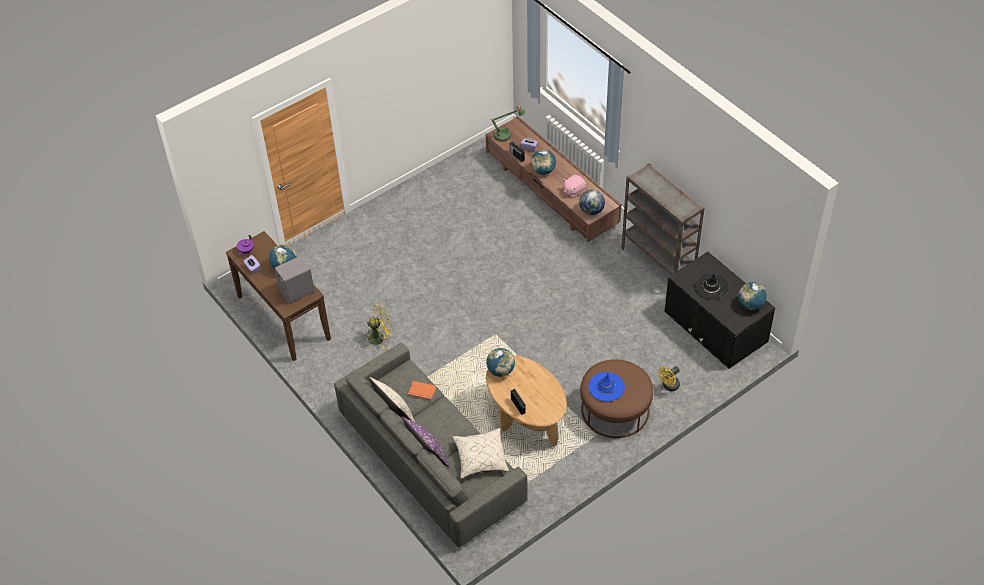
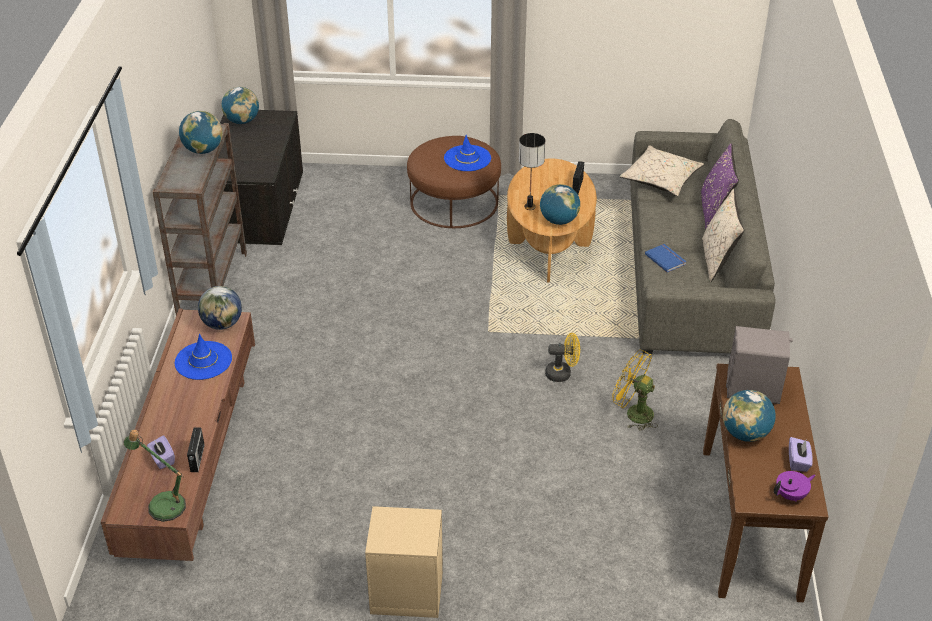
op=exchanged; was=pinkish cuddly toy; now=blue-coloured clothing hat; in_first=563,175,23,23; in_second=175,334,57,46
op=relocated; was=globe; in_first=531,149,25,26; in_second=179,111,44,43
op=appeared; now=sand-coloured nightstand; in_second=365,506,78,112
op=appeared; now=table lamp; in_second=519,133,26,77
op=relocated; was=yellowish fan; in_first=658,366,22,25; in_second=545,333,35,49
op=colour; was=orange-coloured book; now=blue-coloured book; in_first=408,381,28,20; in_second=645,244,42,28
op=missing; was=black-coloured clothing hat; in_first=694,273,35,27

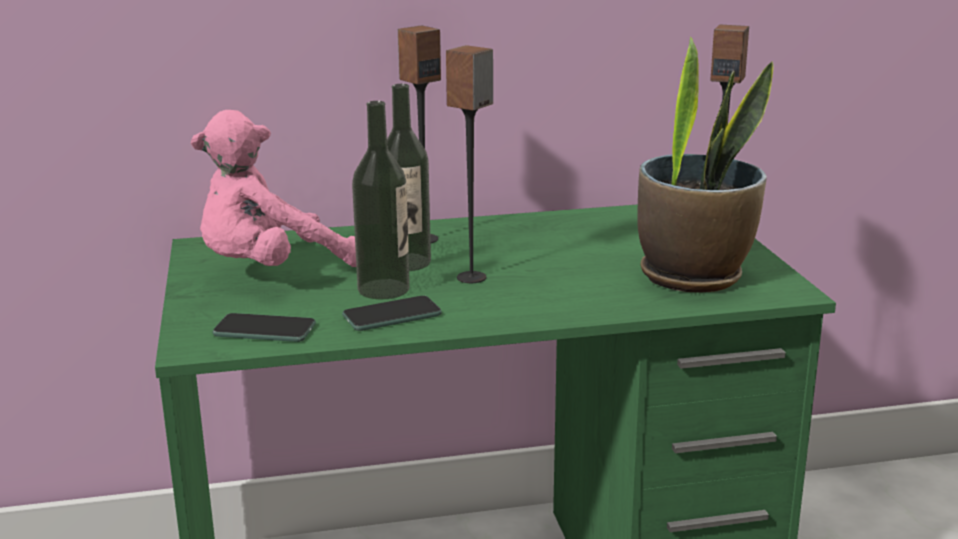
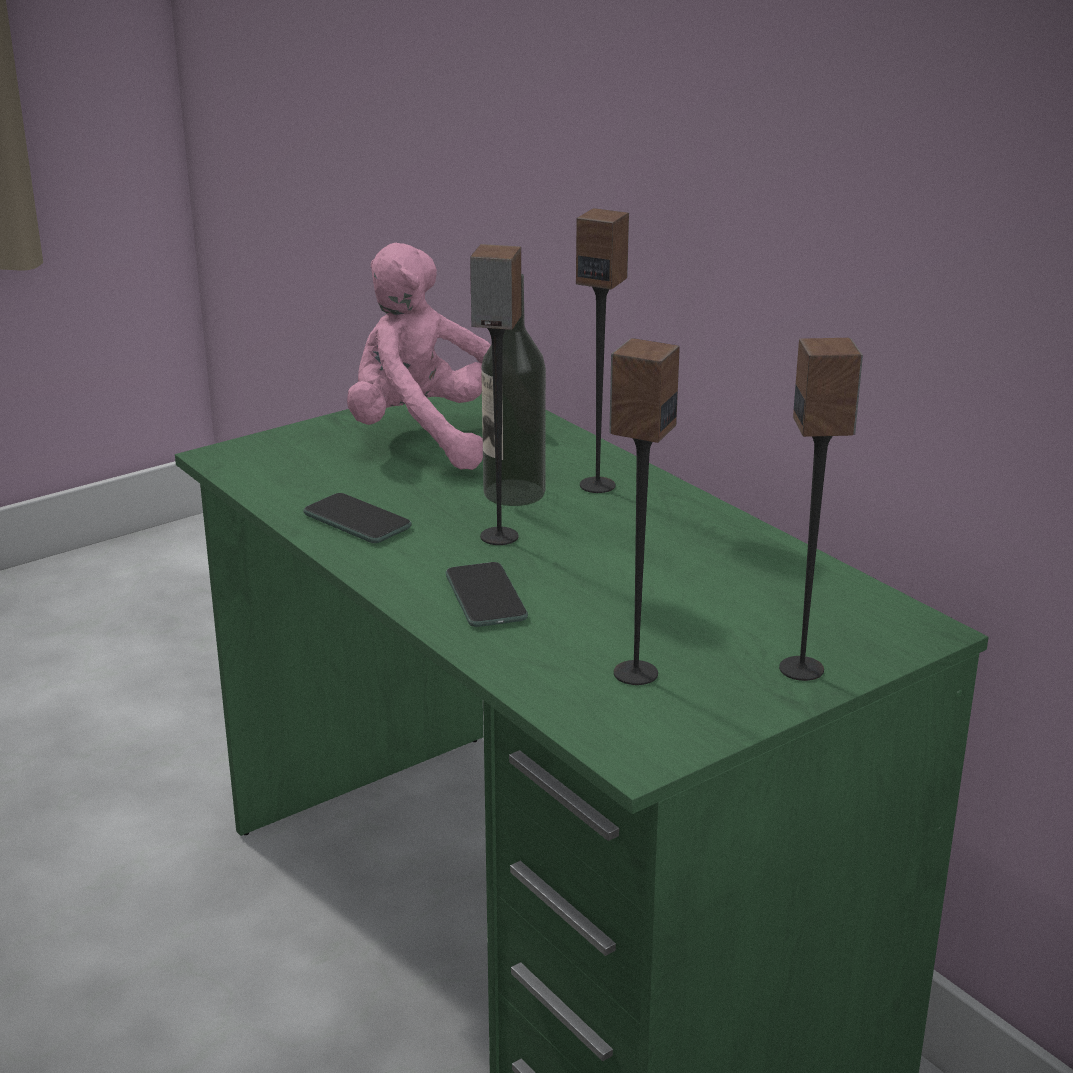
op=relocated; was=phone; in_first=212,313,104,29; in_second=446,562,82,65
op=exchanged; was=plant in a pot; now=loudspeaker; in_first=638,36,136,257; in_second=609,338,71,347
op=missing; was=beverage bottle; in_first=352,101,58,198

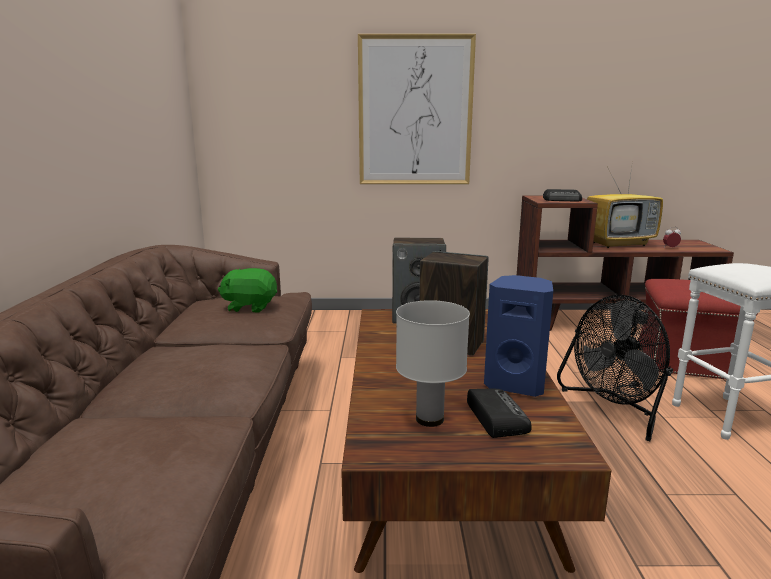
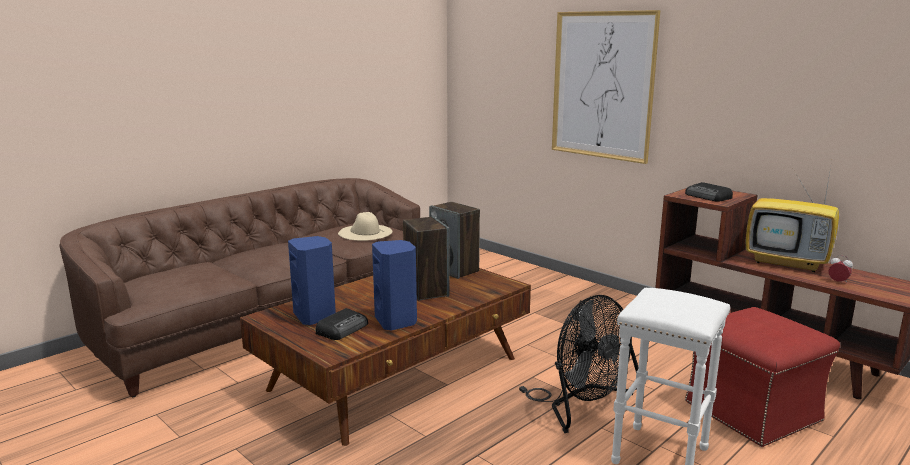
op=exchanged; was=white-coloured table lamp; now=blue-coloured loudspeaker; in_first=396,300,74,127; in_second=288,236,48,89
op=exchanged; was=greenish cuddly toy; now=sand-coloured clothing hat; in_first=218,268,59,45; in_second=338,212,54,29
op=spun; was=black-coloured fan; in_first=557,295,116,146; in_second=519,295,119,138; clockwise=-150

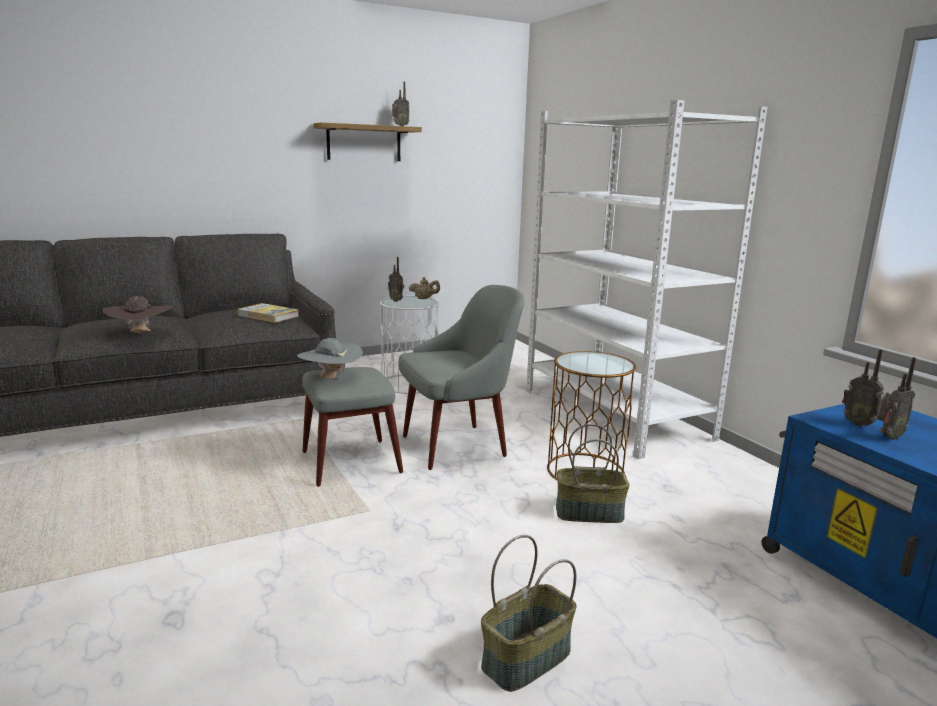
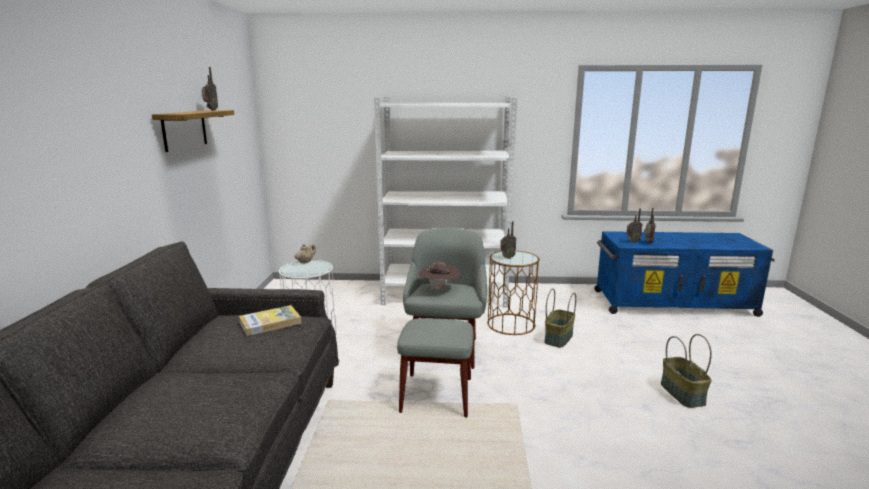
op=relocated; was=brownish clothing hat; in_first=103,296,70,37; in_second=418,262,42,28
op=relocated; was=radio set; in_first=388,257,16,45; in_second=500,221,16,38
op=missing; was=gray clothing hat; in_first=297,338,66,41

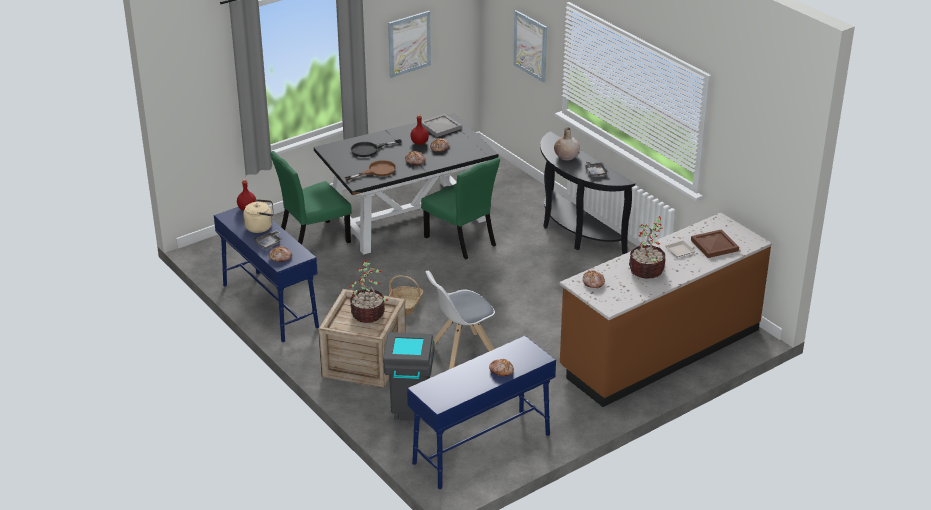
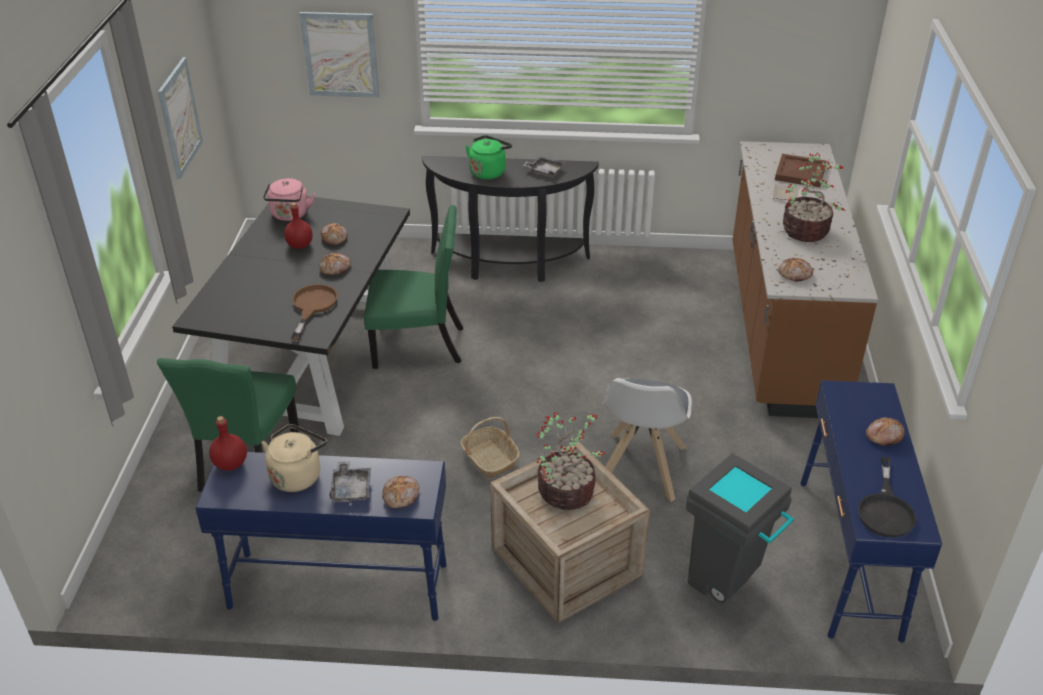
op=exchanged; was=gray tray; now=pinkish tea kettle; in_first=421,114,41,23; in_second=263,178,52,43
op=exchanged; was=sand-coloured decorative vase; now=greenish tea kettle; in_first=554,127,26,33; in_second=465,135,47,44
op=relocated; was=black-coloured frying pan; in_first=351,139,51,18; in_second=858,457,59,80

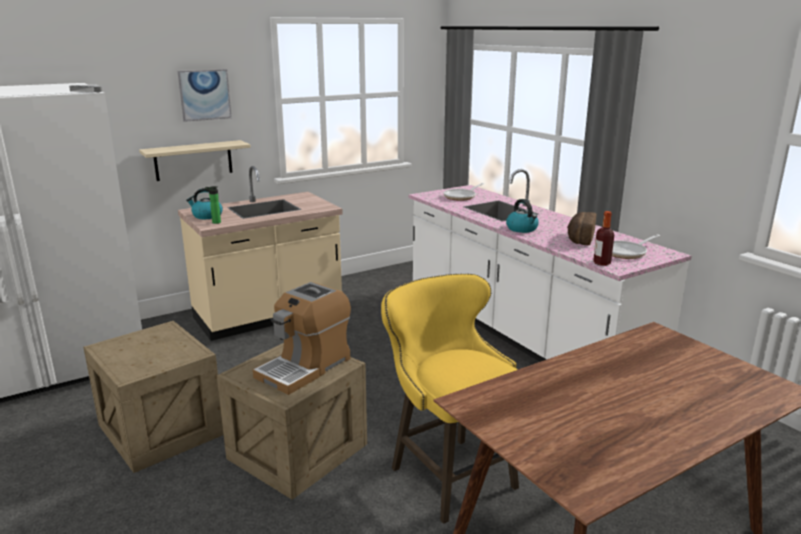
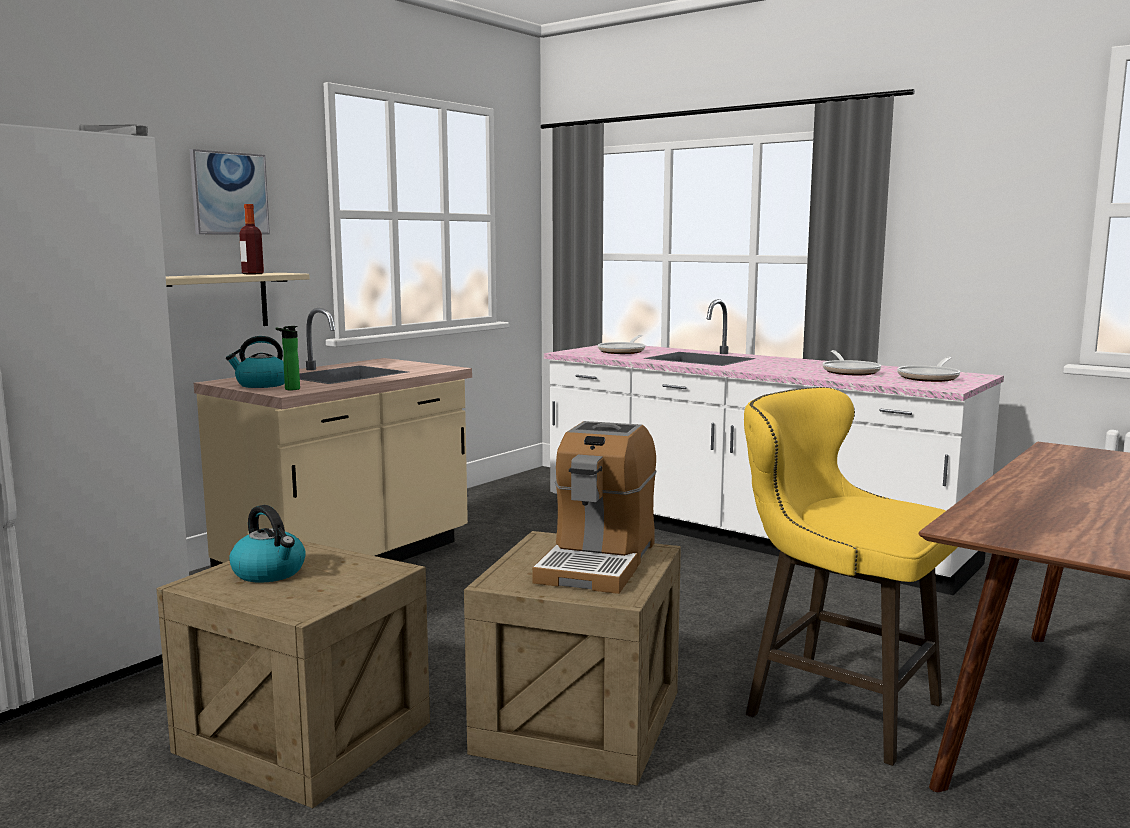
op=relocated; was=tea kettle; in_first=506,199,33,34; in_second=229,505,77,78
op=relocated; was=beverage bottle; in_first=593,211,21,55; in_second=239,204,25,70
op=exchanged; was=bread; now=frying pan; in_first=567,212,30,33; in_second=822,350,59,25

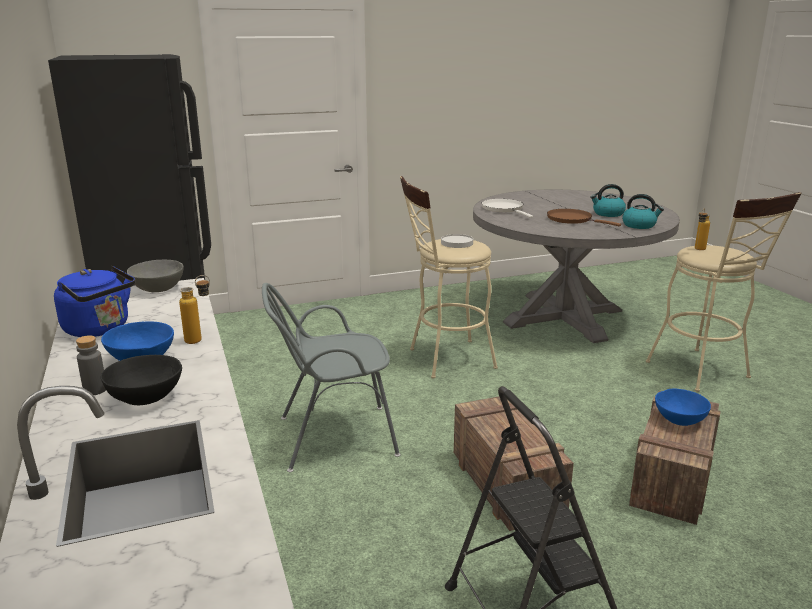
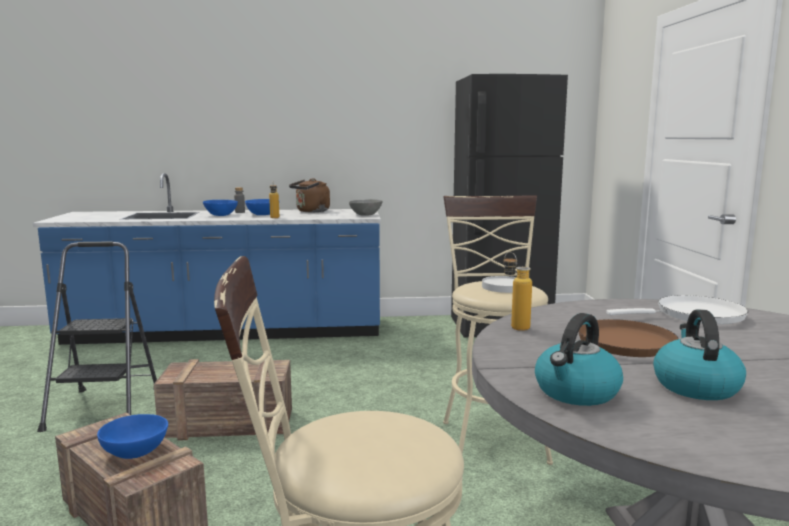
op=colour; was=black-coloured serving bowl; now=blue-coloured serving bowl; in_first=101,355,81,50; in_second=203,200,35,16
op=colour; was=blue-coloured tea kettle; now=brownish tea kettle; in_first=54,266,81,71; in_second=289,178,41,34
op=relocated; was=beverage bottle; in_first=695,209,15,41; in_second=503,252,29,79
op=missing; was=gray chair; in_first=262,283,138,189

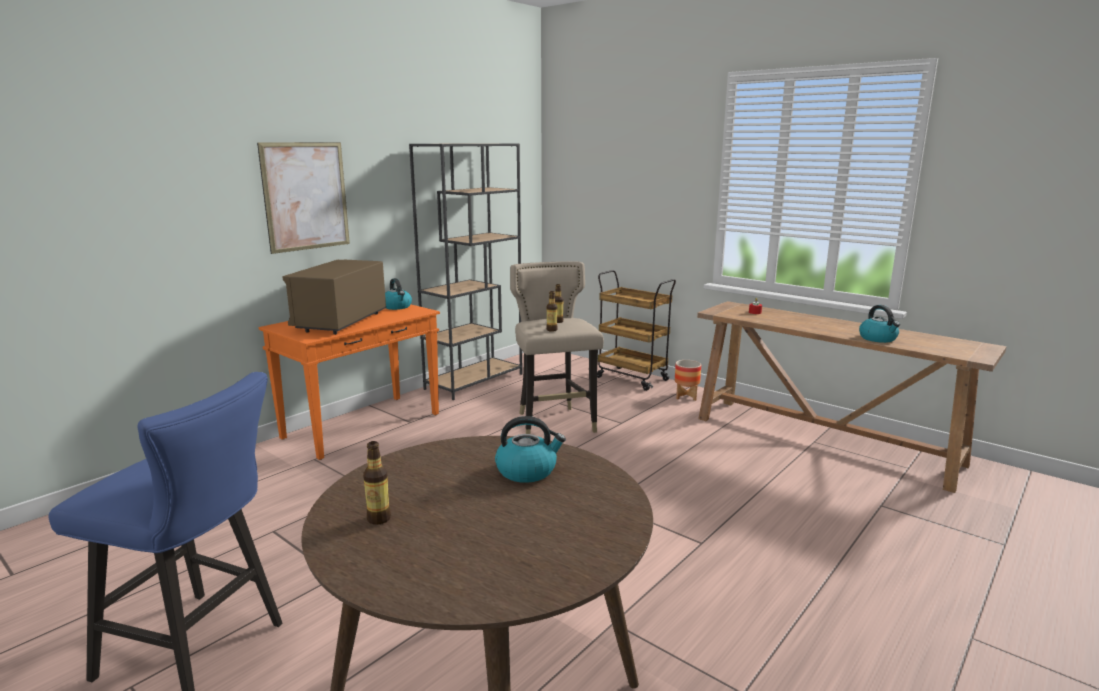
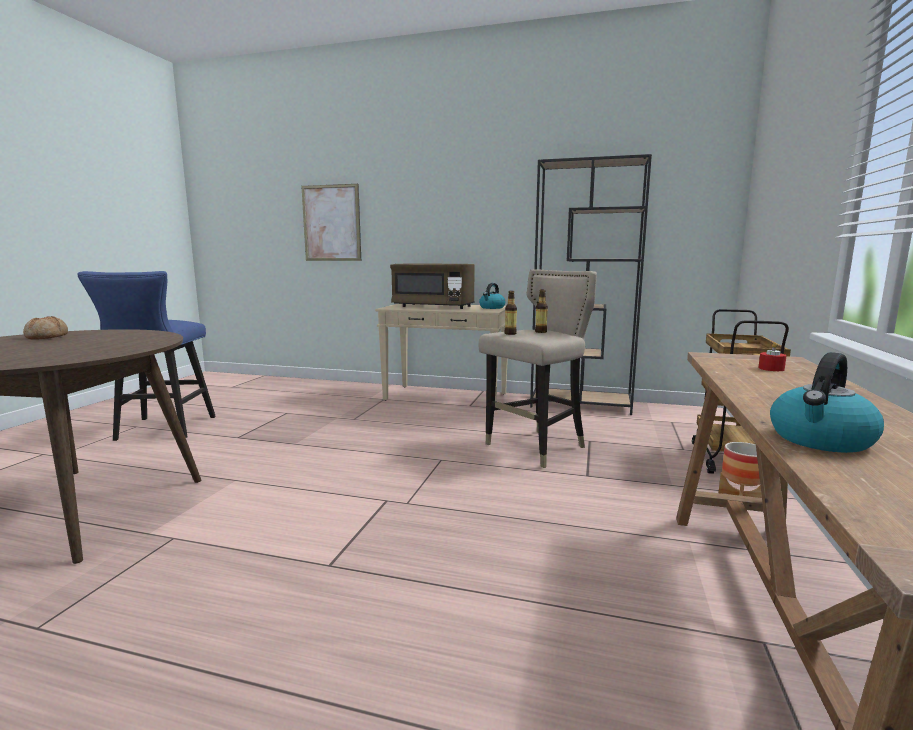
op=exchanged; was=beverage bottle; now=bread; in_first=363,441,28,84; in_second=23,316,45,23
op=relocated; was=picture; in_first=257,142,93,112; in_second=301,184,60,77
op=colour; was=orange-coloured hall table; now=sand-coloured hall table; in_first=259,304,181,156; in_second=375,304,133,97
op=spun; was=brownish microwave; in_first=282,260,104,75; in_second=390,263,85,46; clockwise=-150
op=missing; was=tea kettle; in_first=495,416,71,67

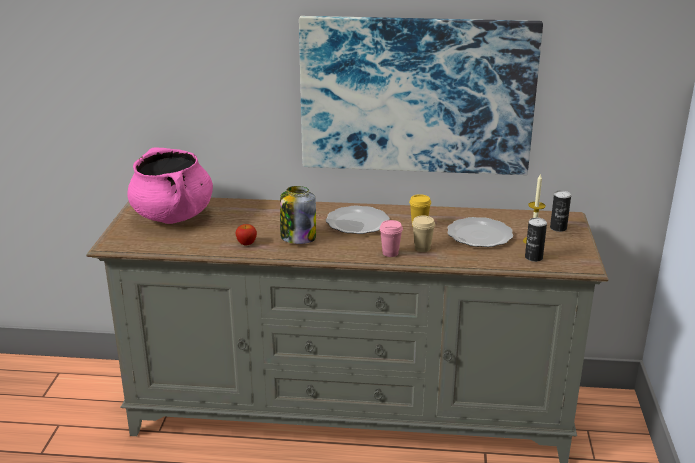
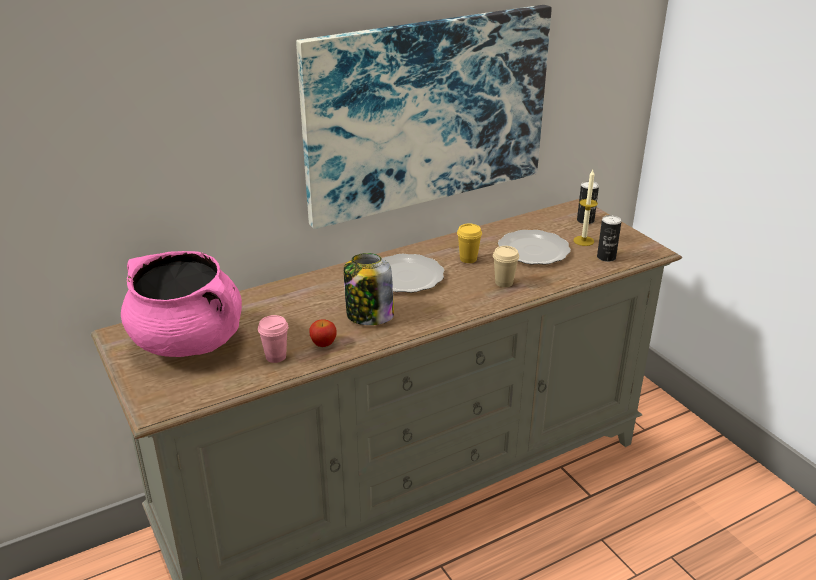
op=relocated; was=pinkish drinking cup; in_first=379,220,24,37; in_second=258,315,30,48

